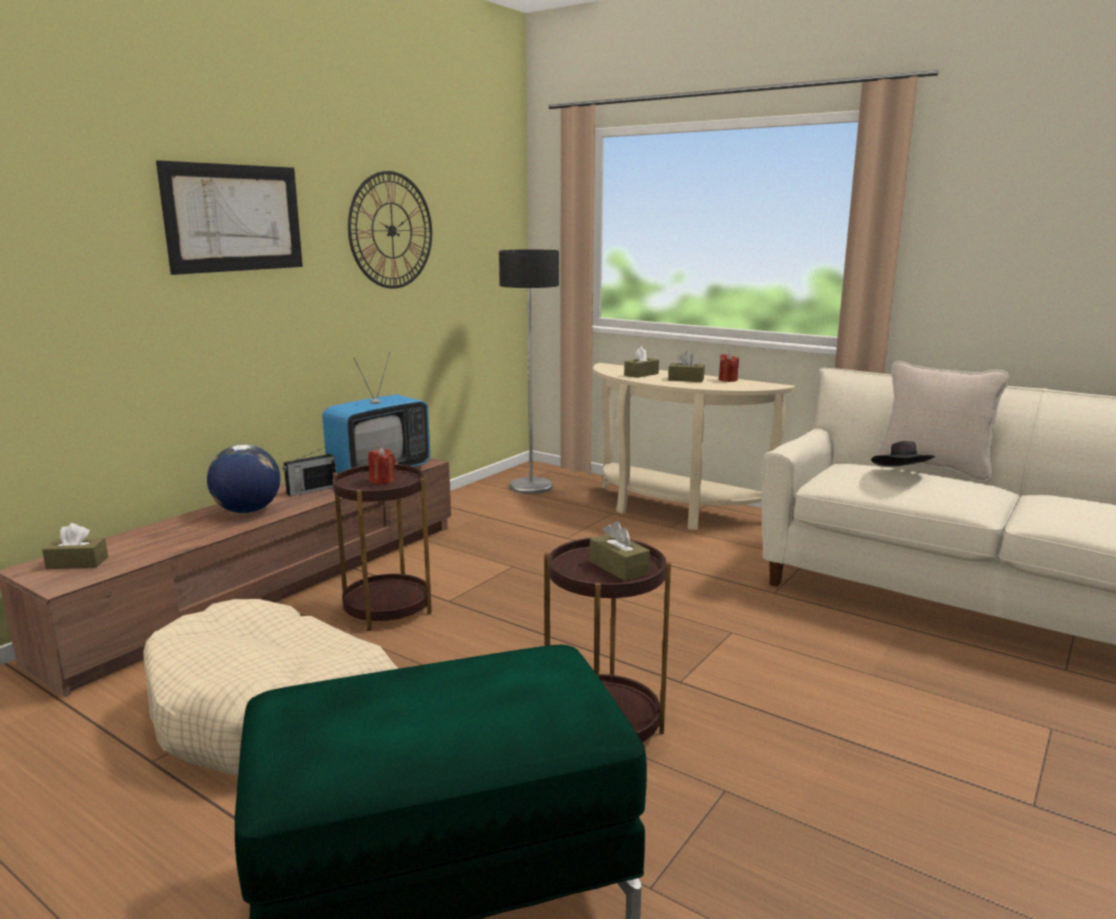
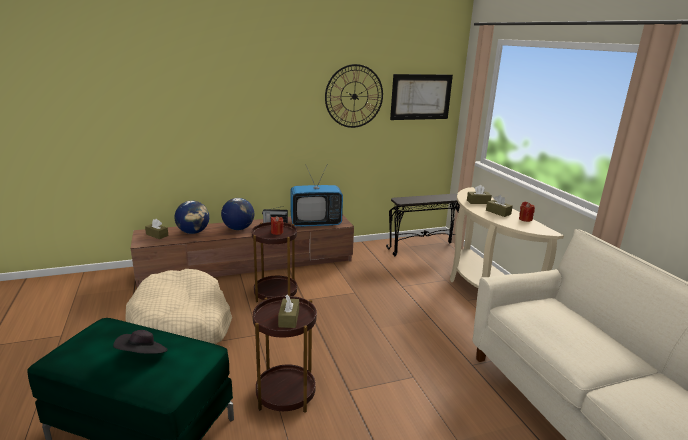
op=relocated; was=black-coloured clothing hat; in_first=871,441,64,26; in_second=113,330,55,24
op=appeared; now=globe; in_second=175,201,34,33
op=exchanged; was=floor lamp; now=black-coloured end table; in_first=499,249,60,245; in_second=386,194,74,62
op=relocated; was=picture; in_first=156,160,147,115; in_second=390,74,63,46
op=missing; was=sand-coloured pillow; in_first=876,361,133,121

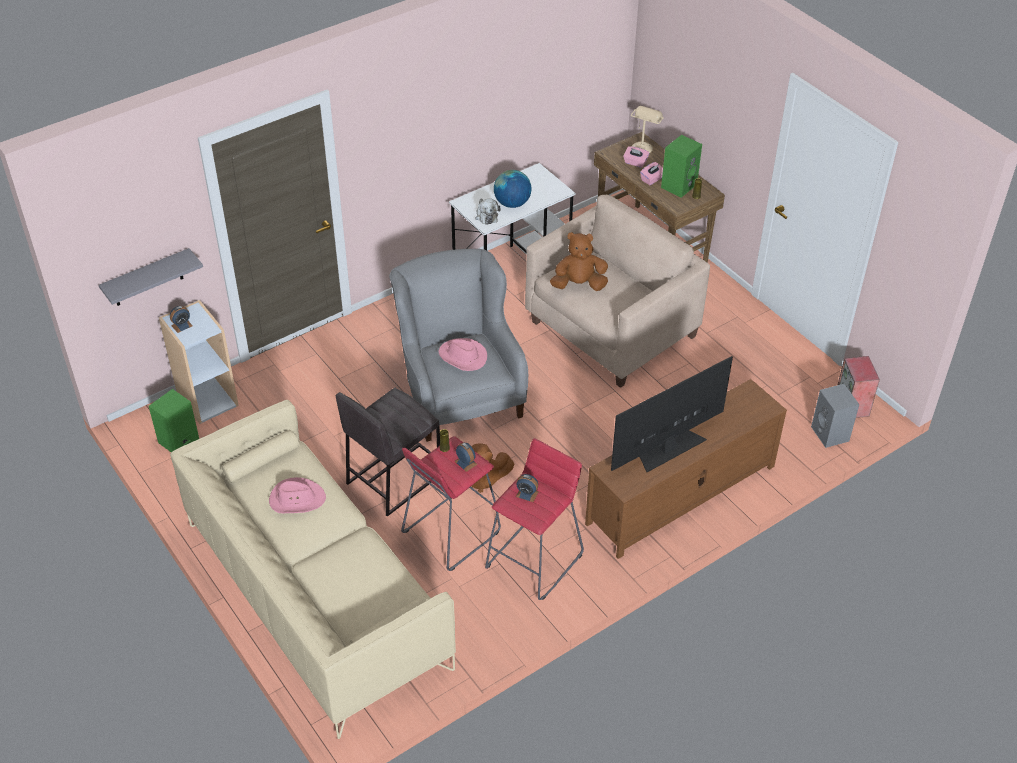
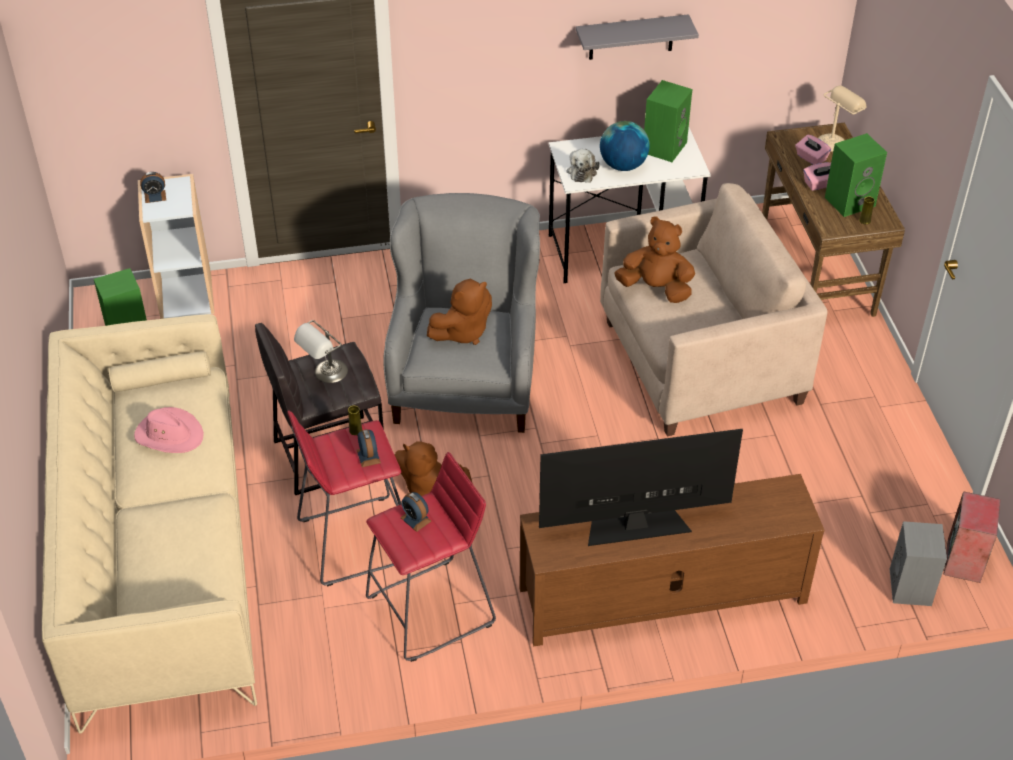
op=appeared; now=white-coloured table lamp; in_second=294,320,54,63
op=exchanged; was=pinkish clothing hat; now=brownish cuddly toy; in_first=438,338,49,33; in_second=427,279,65,66
op=relocated; was=gray wall shelf; in_first=99,248,104,58; in_second=576,14,123,46
op=appeared; now=greenish loudspeaker; in_second=644,80,48,82

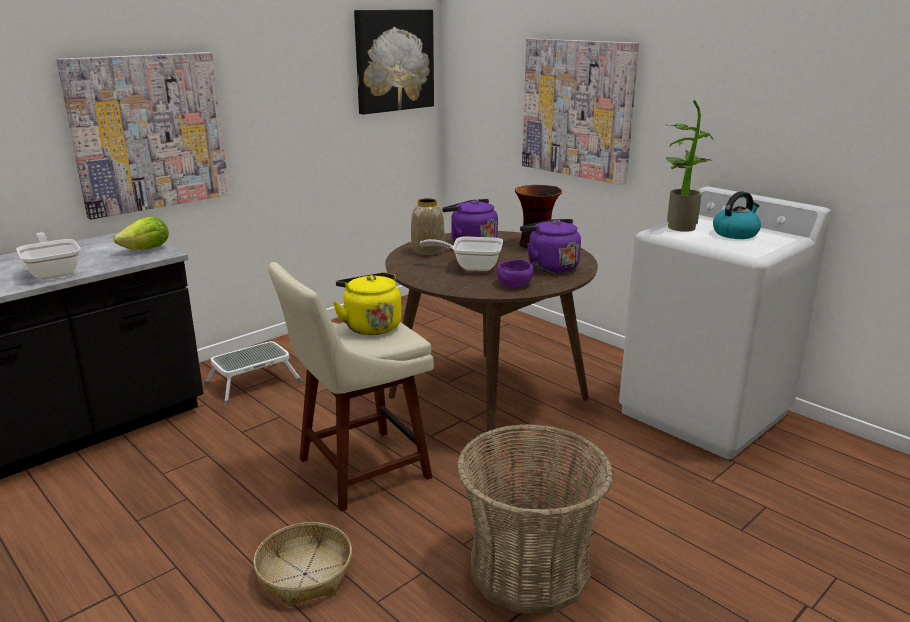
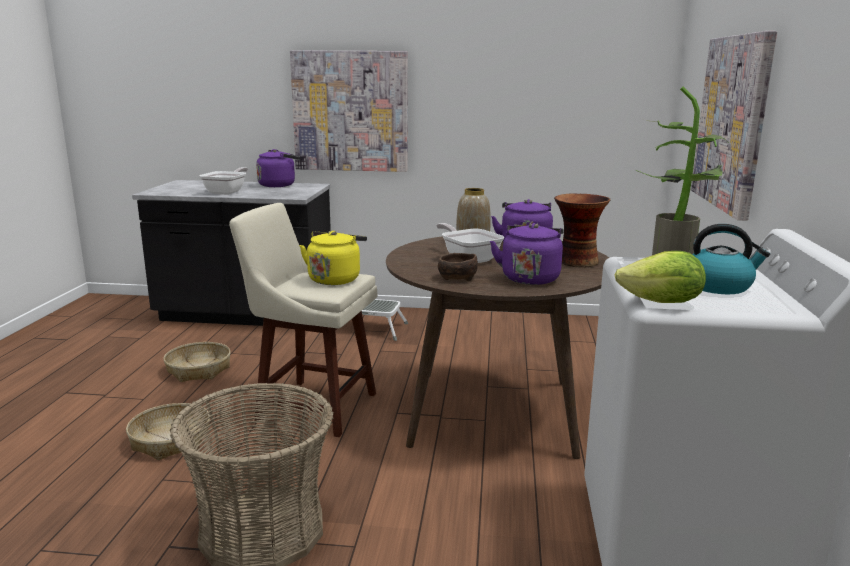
op=appeared; now=basket; in_second=164,342,67,40
op=appeared; now=purple tea kettle; in_second=256,149,44,38
op=colour; was=purple serving bowl; now=brownish serving bowl; in_first=497,259,37,29; in_second=438,253,40,28
op=relocated; was=lettuce head; in_first=113,216,56,34; in_second=615,251,91,52
op=missing; was=picture; in_first=354,10,80,105

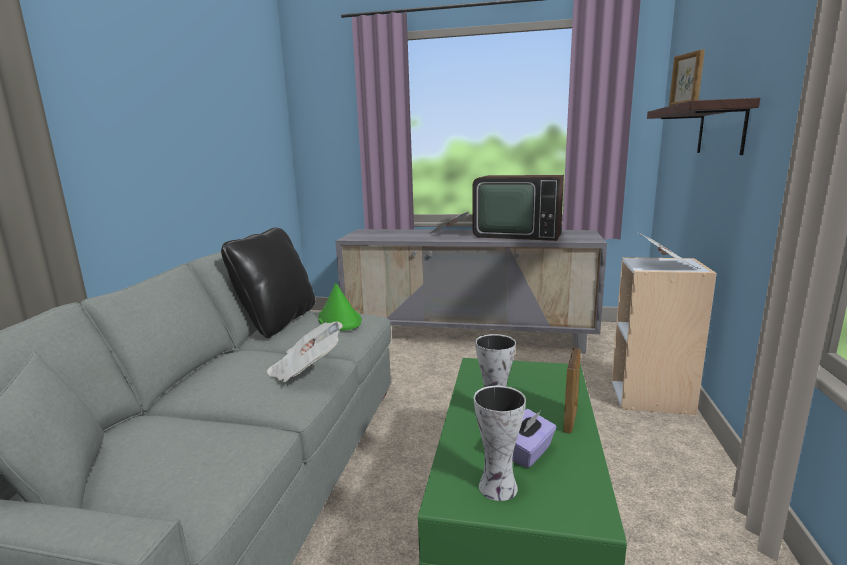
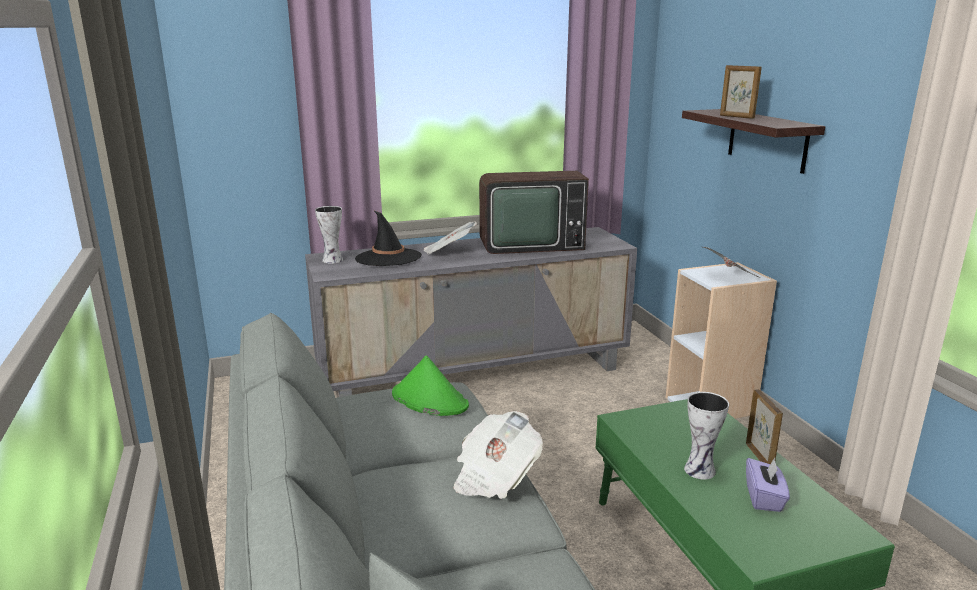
op=relocated; was=decorative vase; in_first=474,386,52,115; in_second=315,206,28,58
op=appeared; now=black-coloured clothing hat; in_second=355,210,67,56
op=missing; was=black-coloured pillow; in_first=221,227,94,111

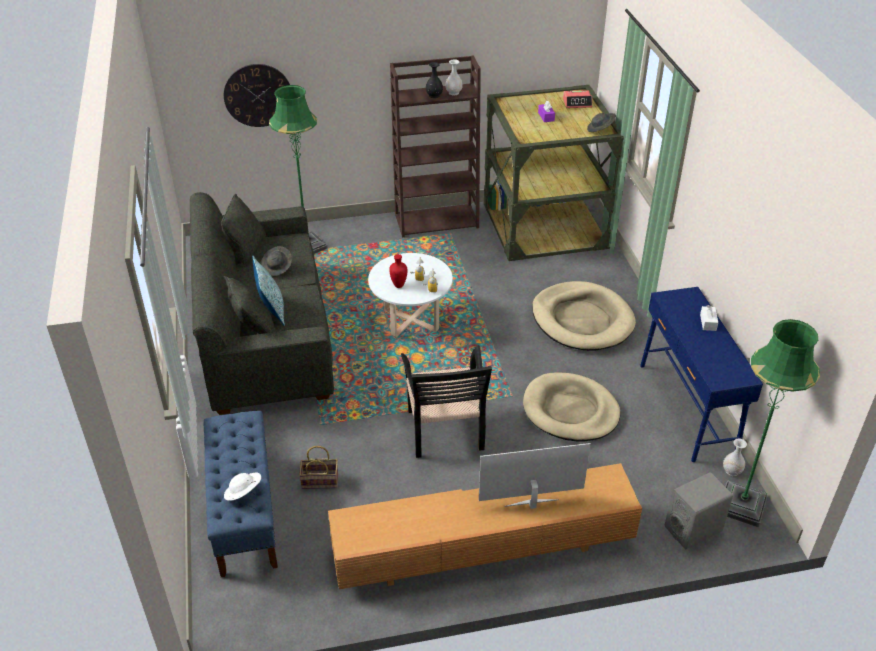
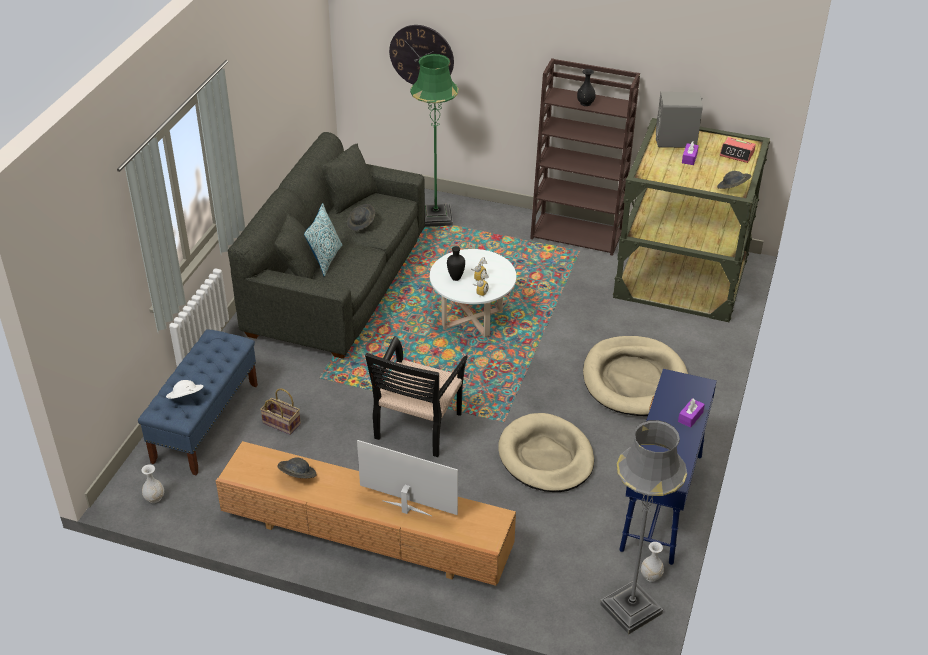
op=relocated; was=white-coloured decorative vase; in_first=445,59,18,36; in_second=141,465,23,38
op=appeared; now=gray clothing hat; in_second=277,457,40,21
op=colour; was=red decorative vase; now=black-coloured decorative vase; in_first=389,254,19,34; in_second=447,246,18,35
op=colour; was=greenish floor lamp; now=gray floor lamp; in_first=725,319,95,209; in_second=600,420,87,215
op=relocated; was=gray loudspeaker; in_first=665,472,68,77; in_second=656,92,47,56
op=colour; was=white-coloured tissue holder; now=purple tissue holder; in_first=700,305,18,26; in_second=678,398,27,30

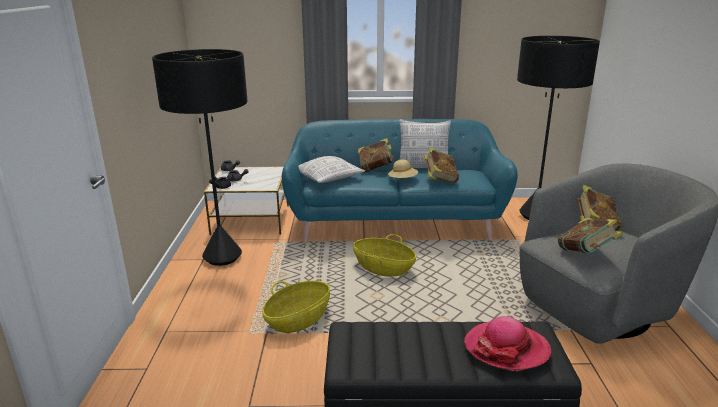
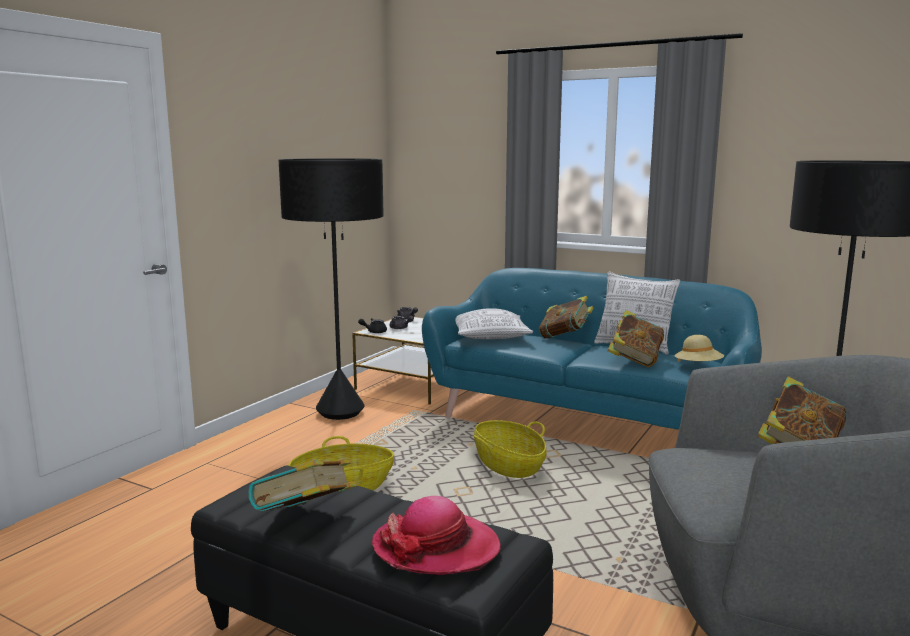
op=relocated; was=book; in_first=558,218,65,35; in_second=248,459,109,52
op=relocated; was=sand-coloured clothing hat; in_first=388,159,30,19; in_second=674,335,50,27

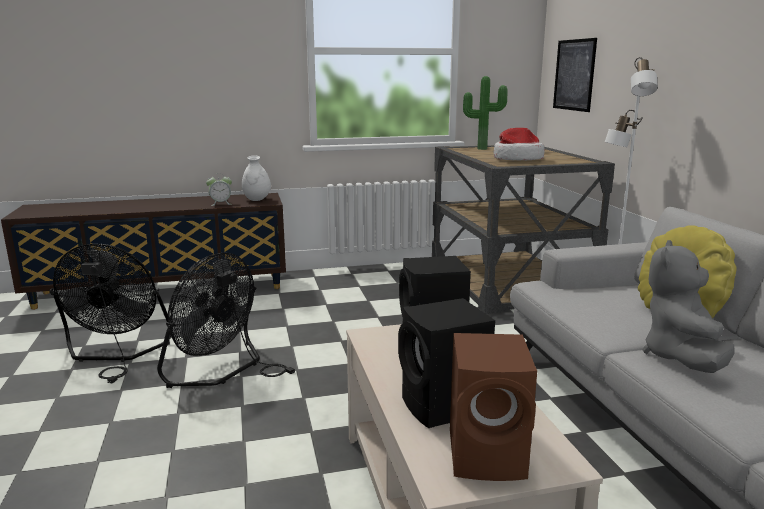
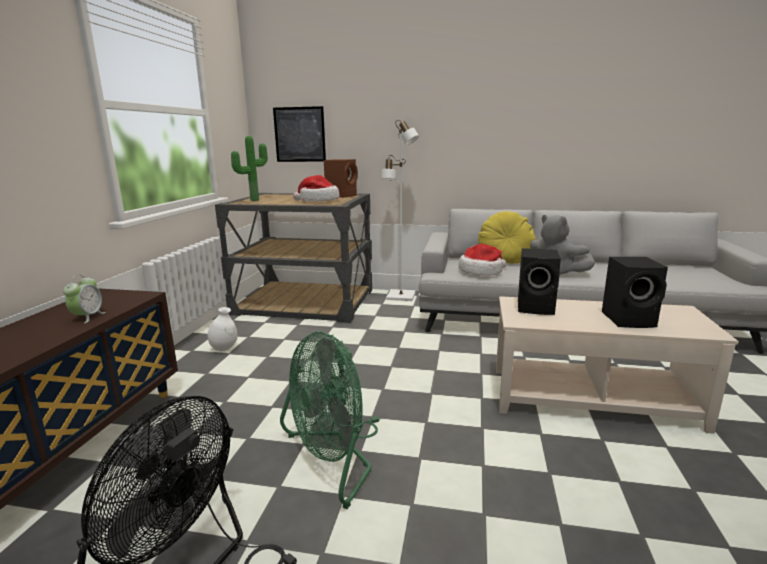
op=relocated; was=white-coloured decorative vase; in_first=242,155,29,46; in_second=208,307,29,44
op=colour; was=black-coloured fan; now=greenish fan; in_first=157,253,138,135; in_second=280,331,101,178
op=relocated; was=brownish loudspeaker; in_first=450,333,87,148; in_second=324,159,34,39
op=appeared; now=clothing hat; in_second=459,244,47,32

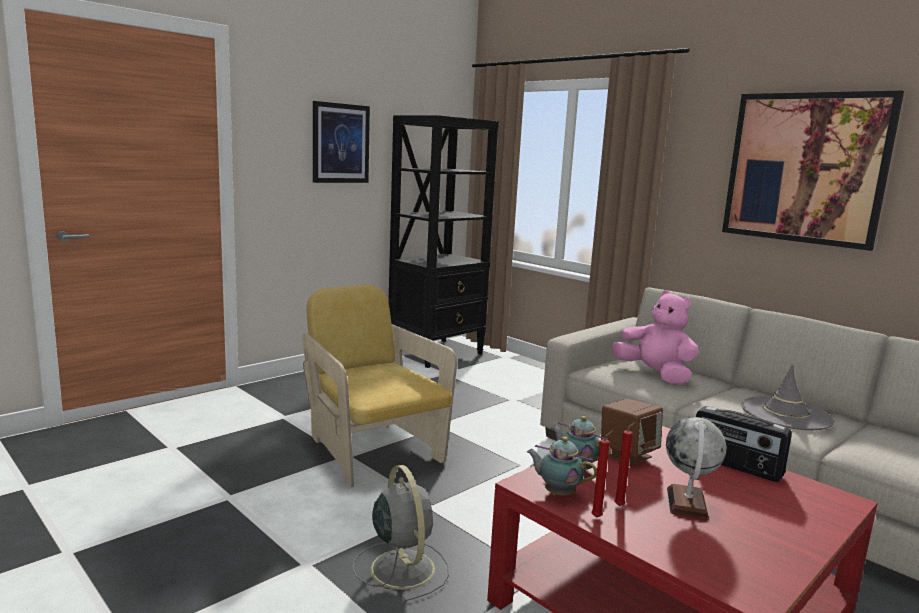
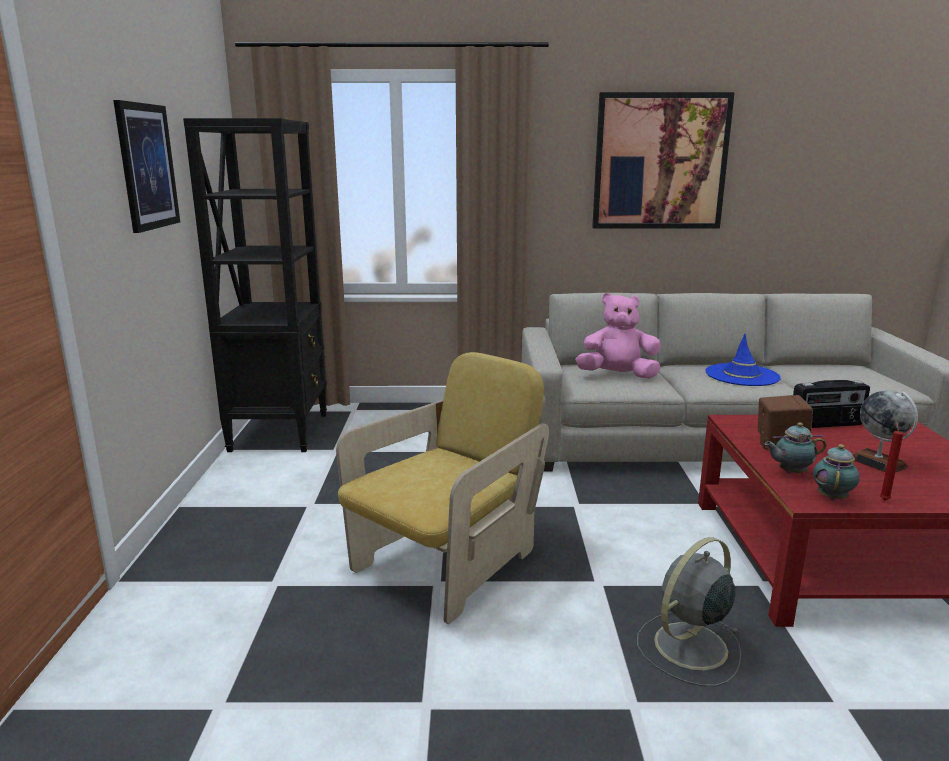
op=spun; was=yellowish armchair; in_first=303,285,154,202; in_second=336,352,213,272; clockwise=120
op=spun; was=gray fan; in_first=353,465,96,139; in_second=637,537,104,149; clockwise=-60
op=colour; was=gray clothing hat; now=blue-coloured clothing hat; in_first=741,364,93,66; in_second=705,334,76,52
op=spun; was=teapot; in_first=527,437,70,59; in_second=813,444,47,56; clockwise=135
op=missing; was=red candle; in_first=614,422,21,84

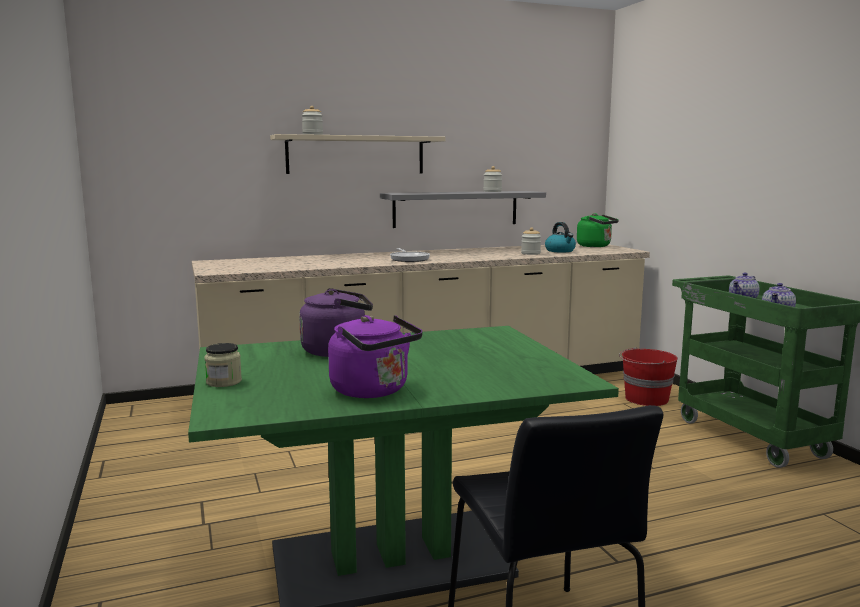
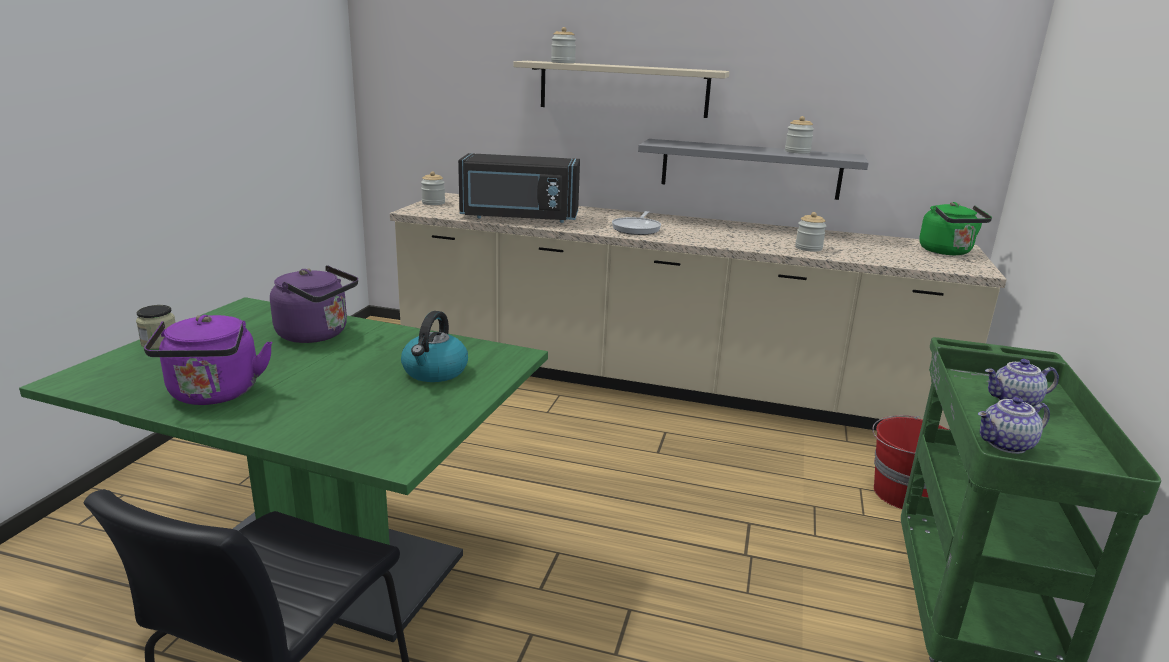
op=relocated; was=tea kettle; in_first=545,222,31,30; in_second=401,311,67,71
op=appeared; now=jar; in_second=421,171,24,34
op=appeared; now=black-coloured microwave; in_second=458,153,122,70

